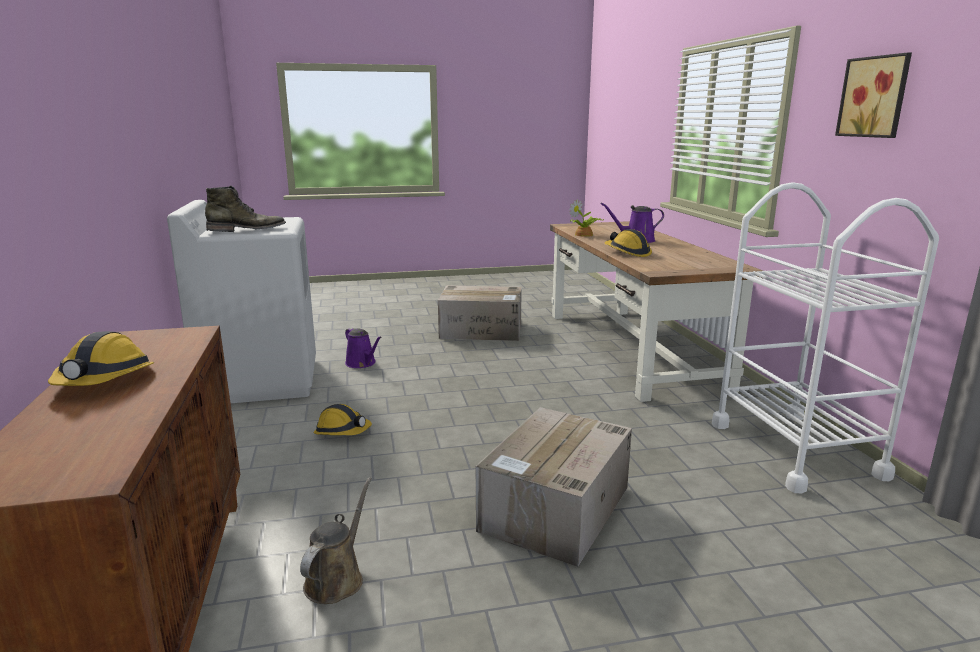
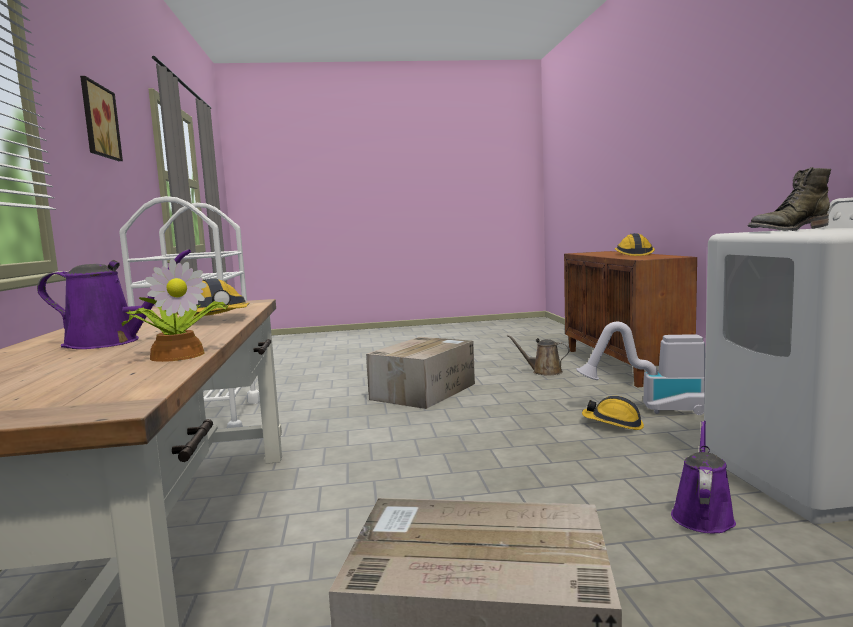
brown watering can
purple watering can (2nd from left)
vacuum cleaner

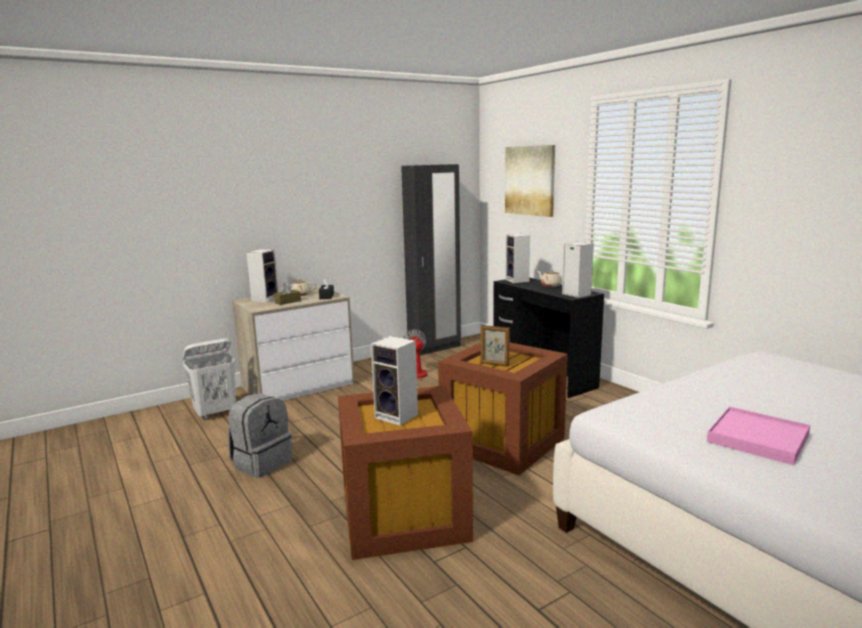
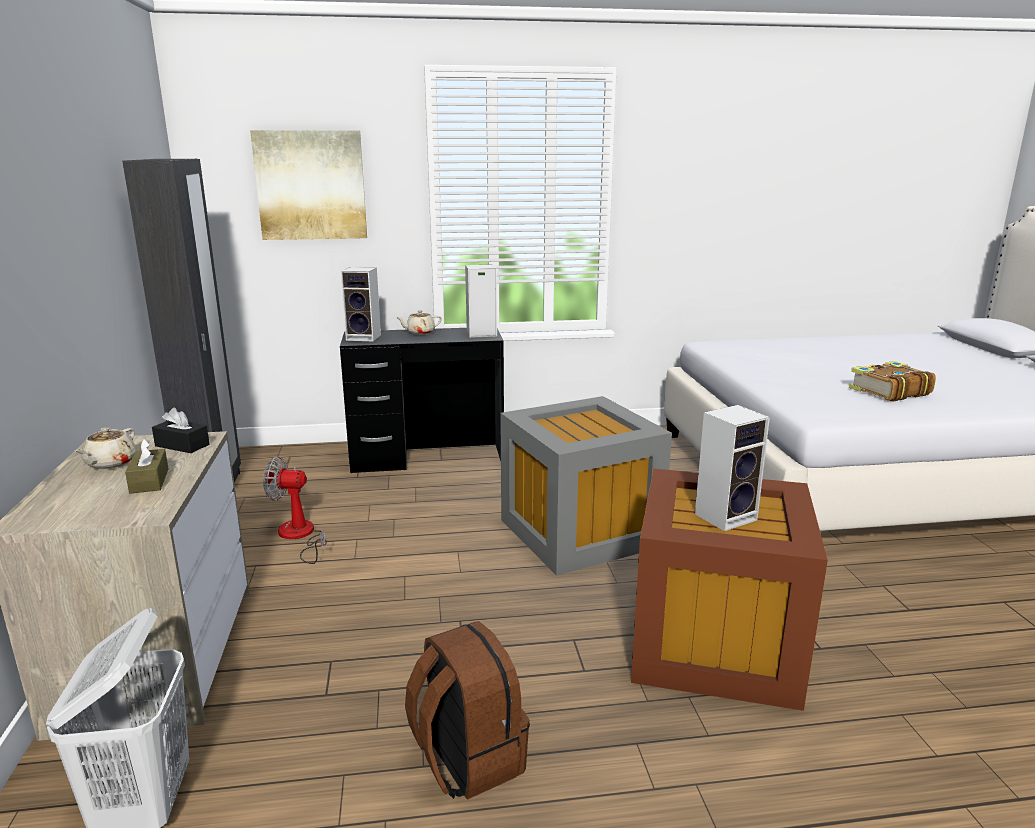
brown backpack
speaker (1st from left in the first image)
grey storage box
picture frame
book

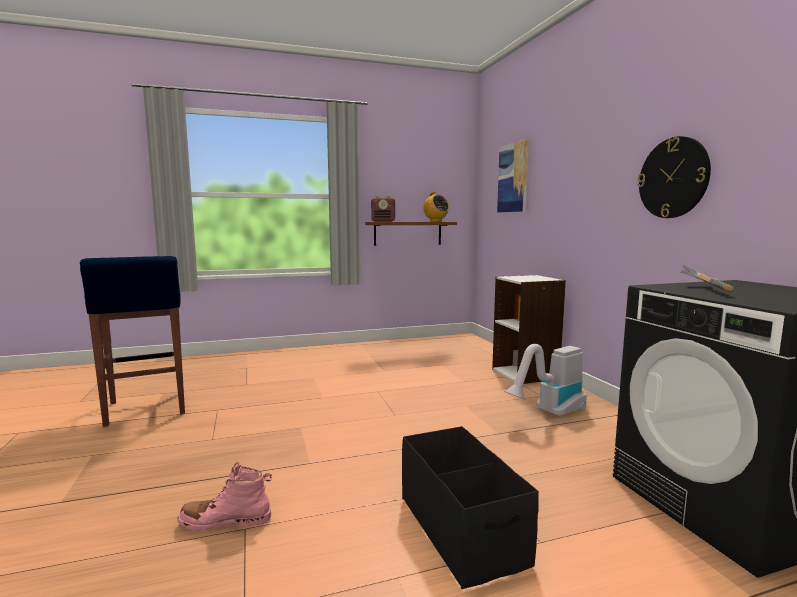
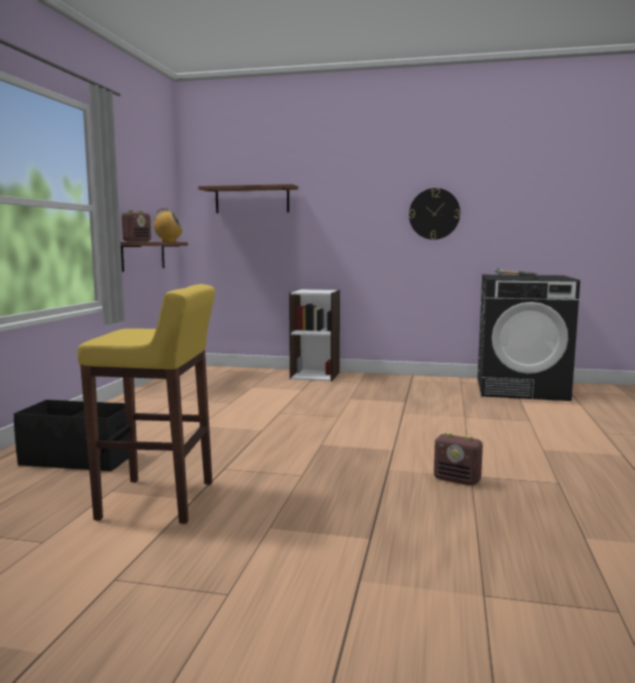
yellow stool
radio (3rd from left)
black storage box
shelf (2nd from left)
vacuum cleaner

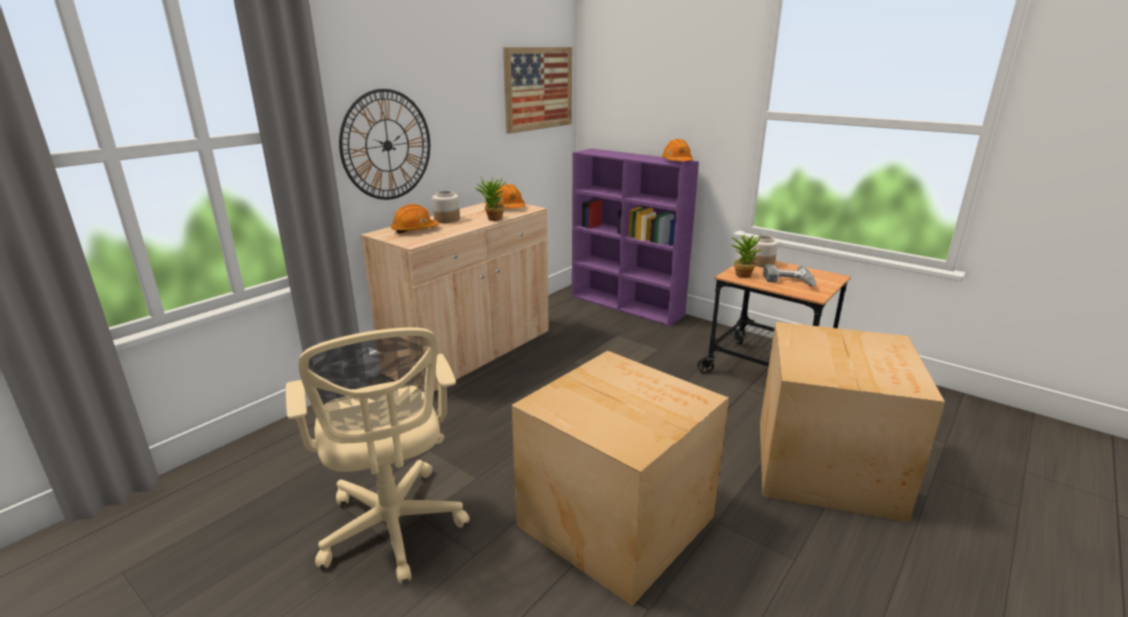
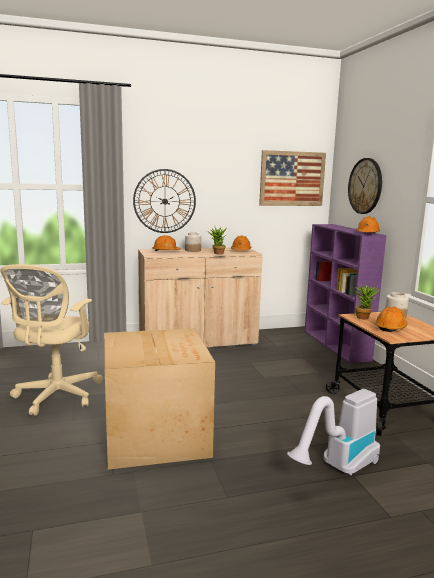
vacuum cleaner
orange hard hat (4th from left)
wall clock (2nd from left)

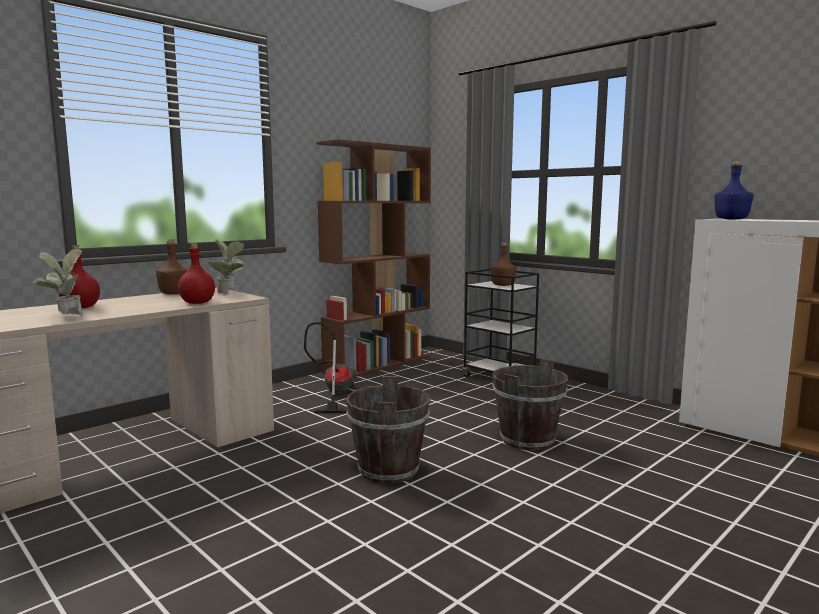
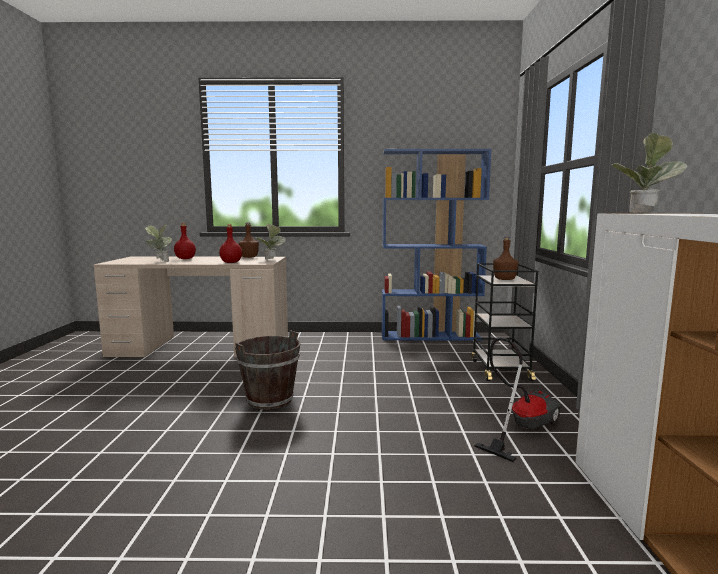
vacuum cleaner
blue bookcase
brown bucket (2nd from left in the first image)
potted plant (3rd from left)

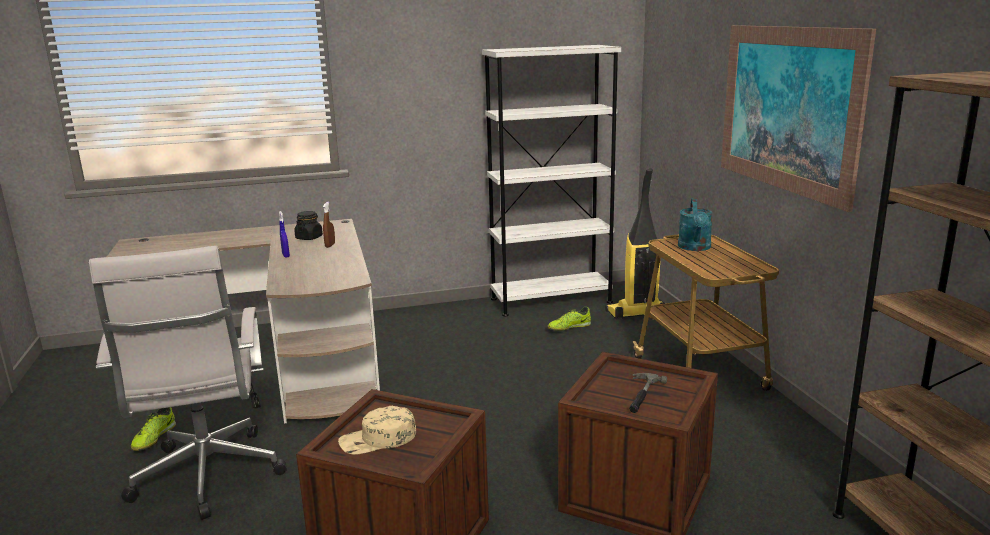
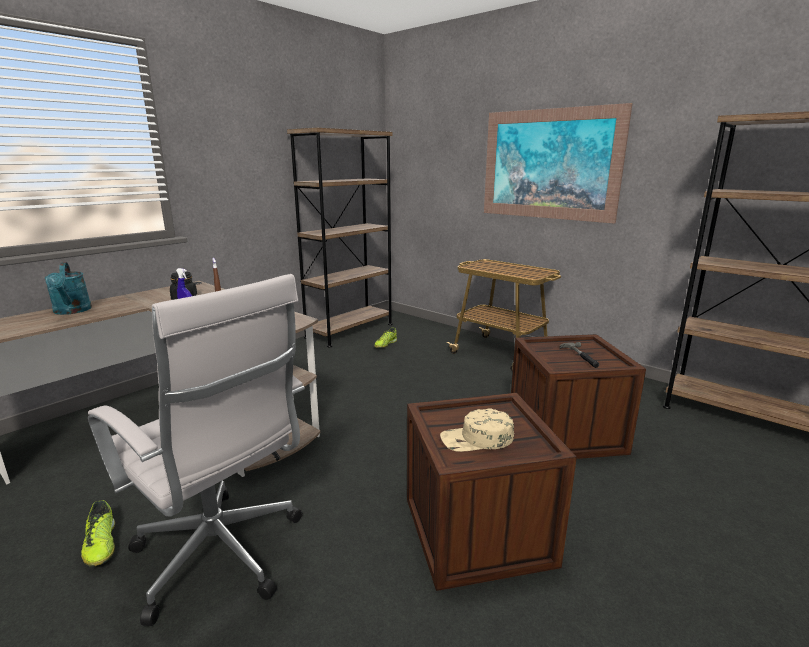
beige cap
brown bookcase (1st from left)
vacuum cleaner
turquoise watering can

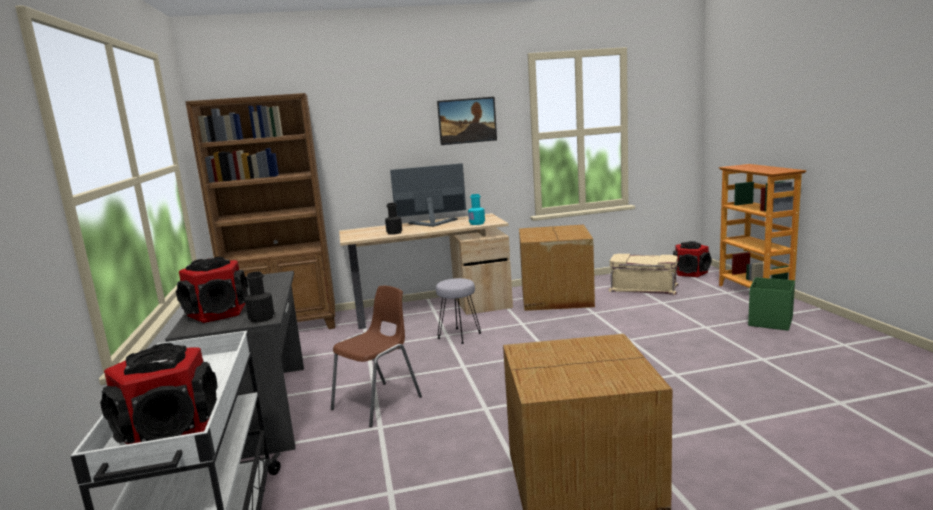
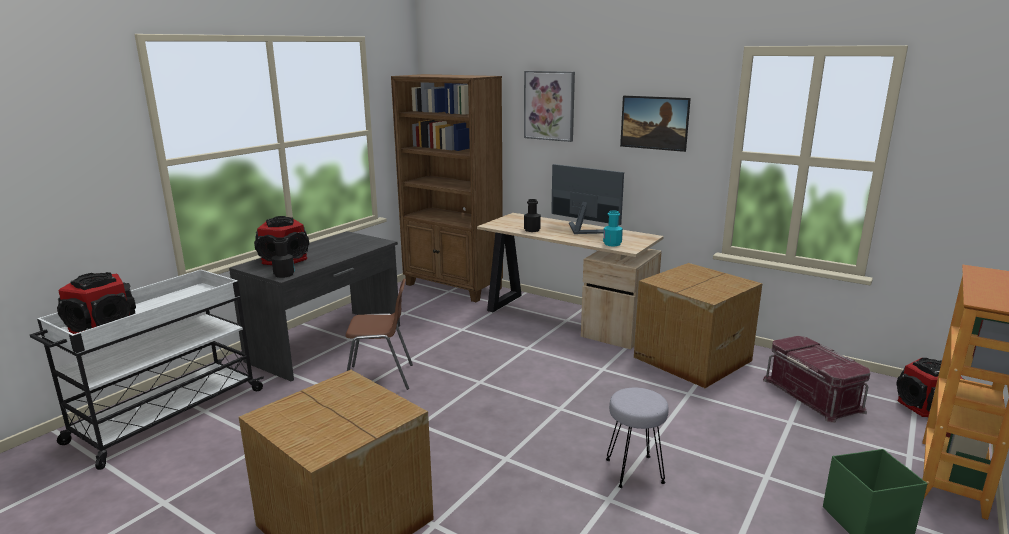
grey stool
red storage box
picture (1st from left)

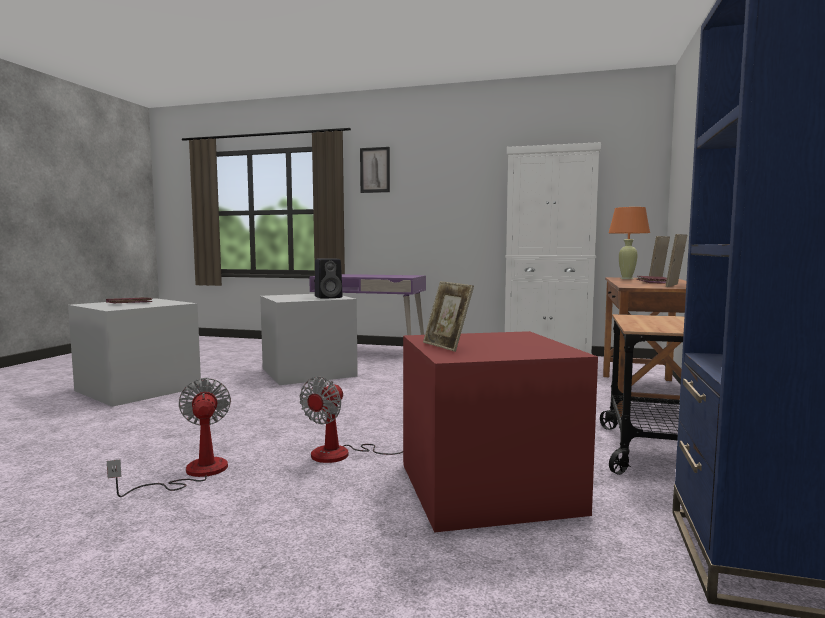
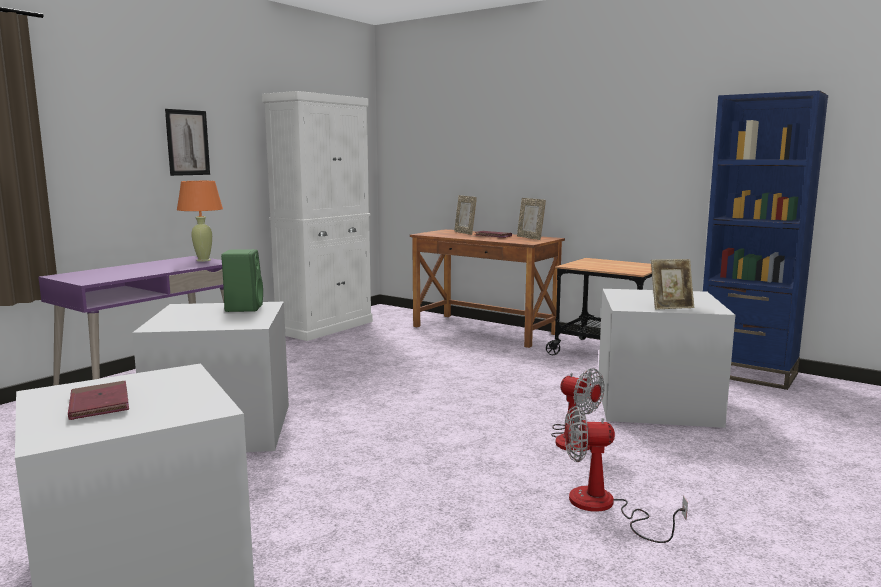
green speaker
picture
grey storage box (3rd from left)
orange table lamp

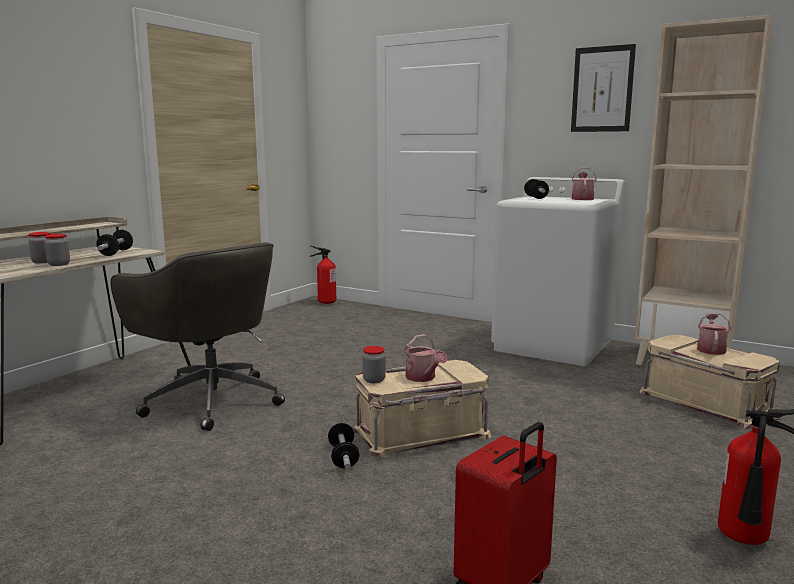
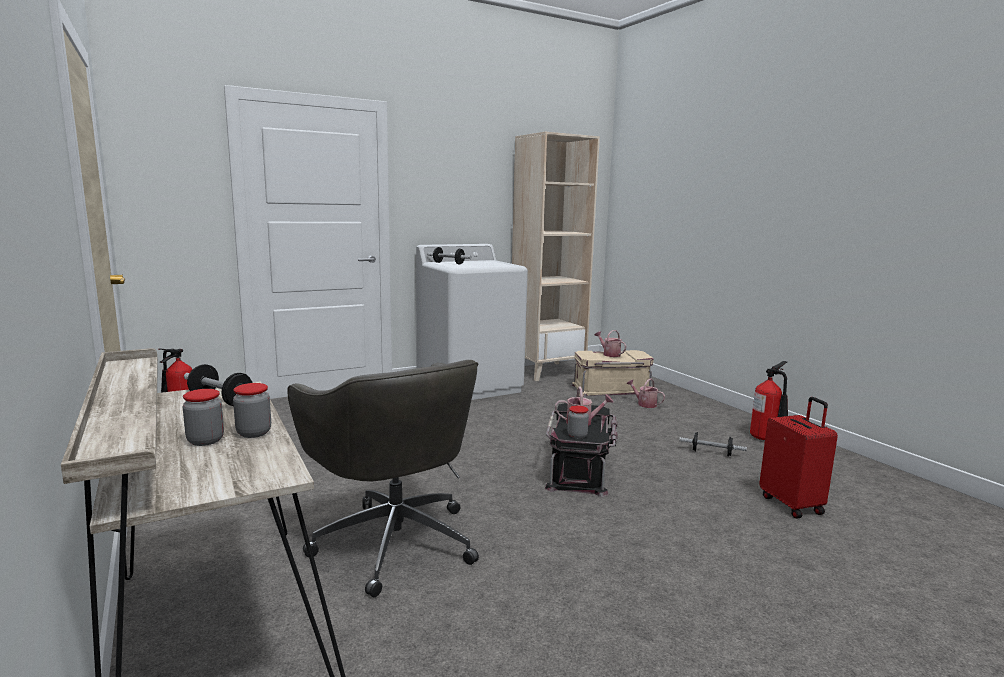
grey office chair
dumbbell (3rd from left)
black storage box
picture
watering can (3rd from left)

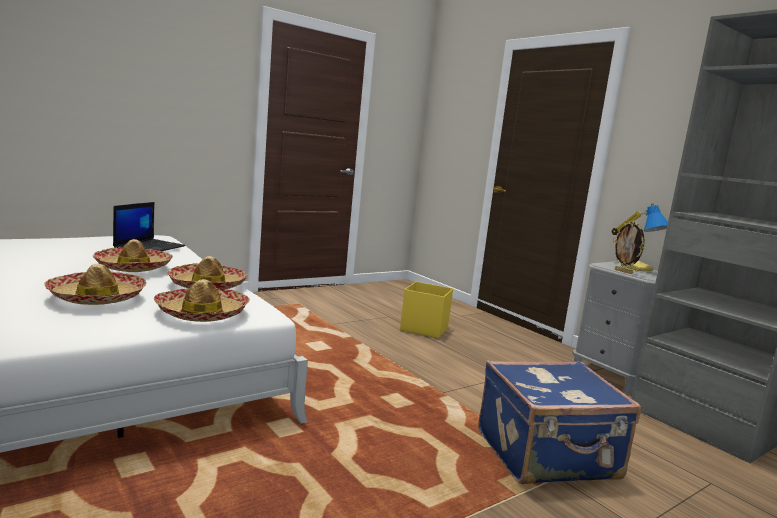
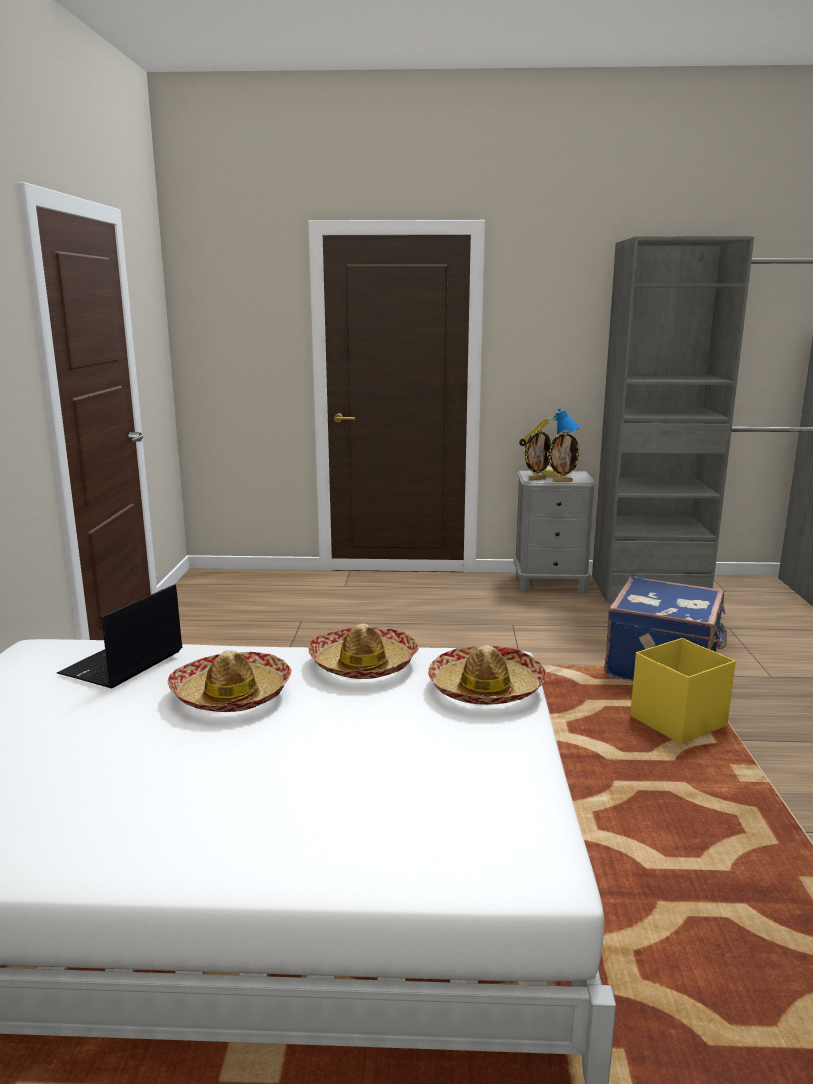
hat (1st from left in the first image)
laptop
yellow storage box
picture frame (1st from left)

